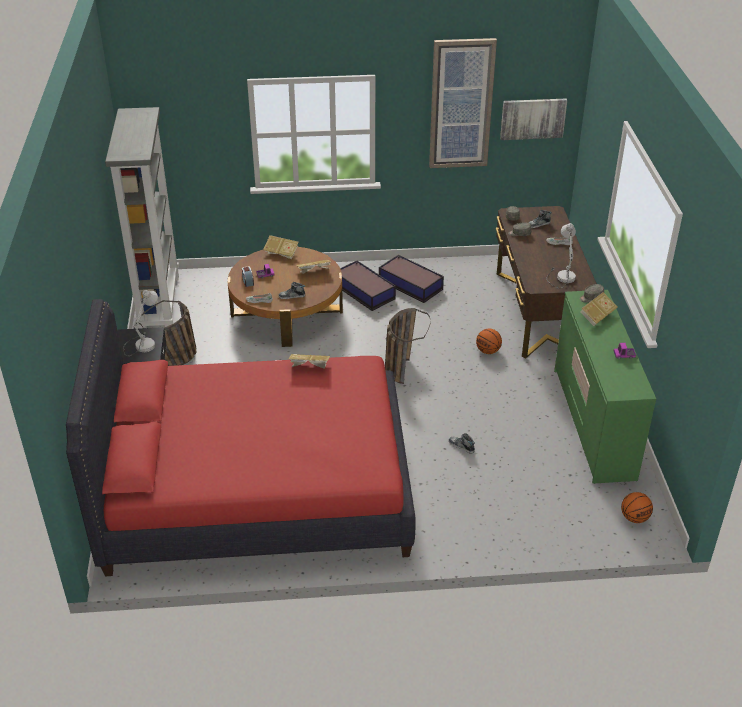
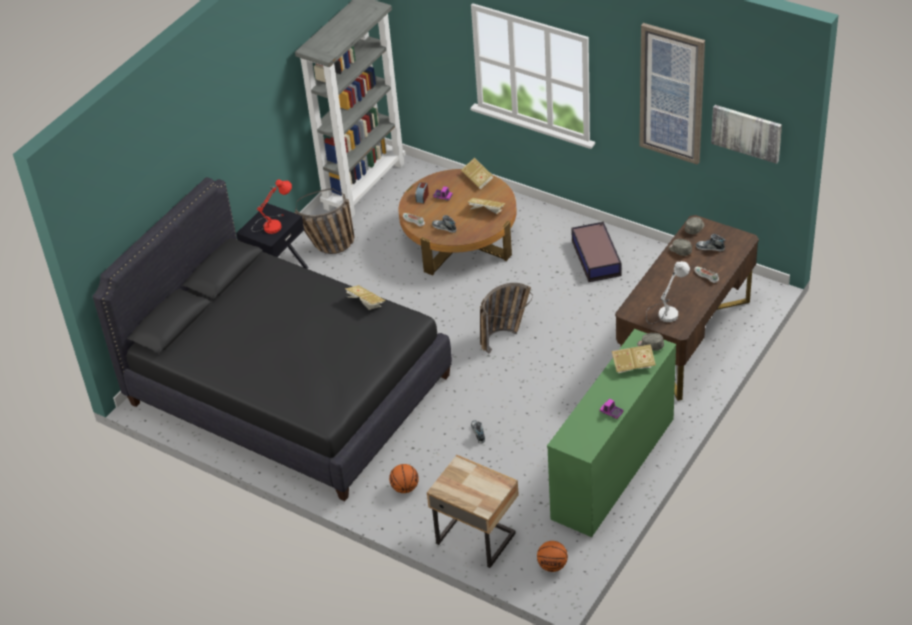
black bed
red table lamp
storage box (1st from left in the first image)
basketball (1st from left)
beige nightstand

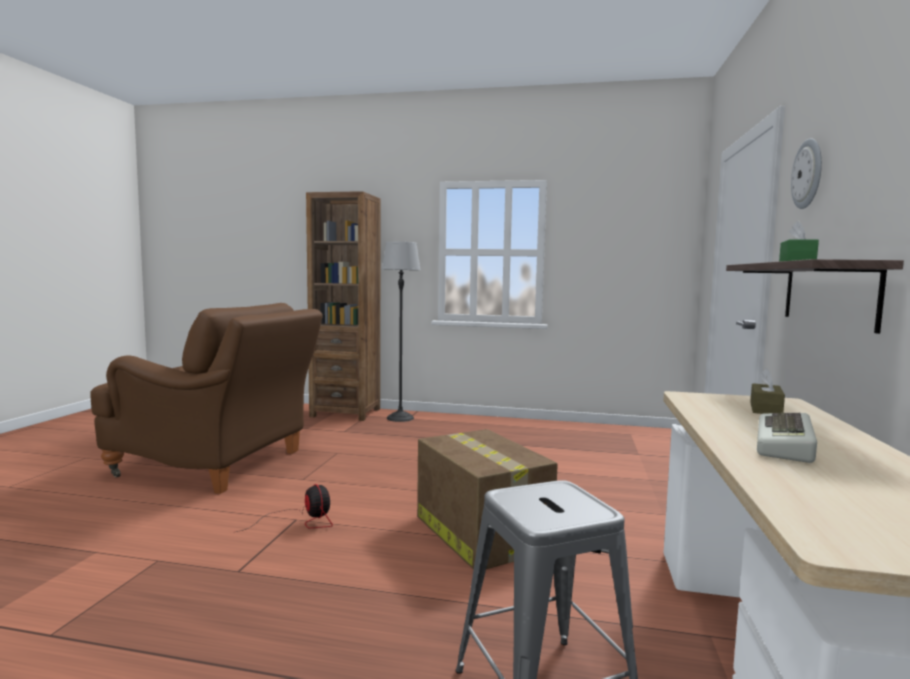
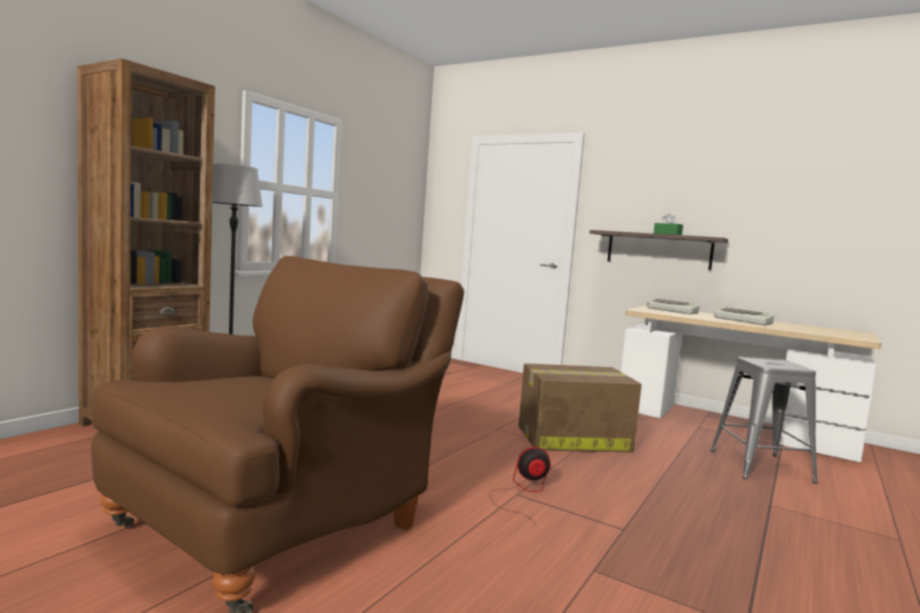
keyboard (1st from left)
wall clock

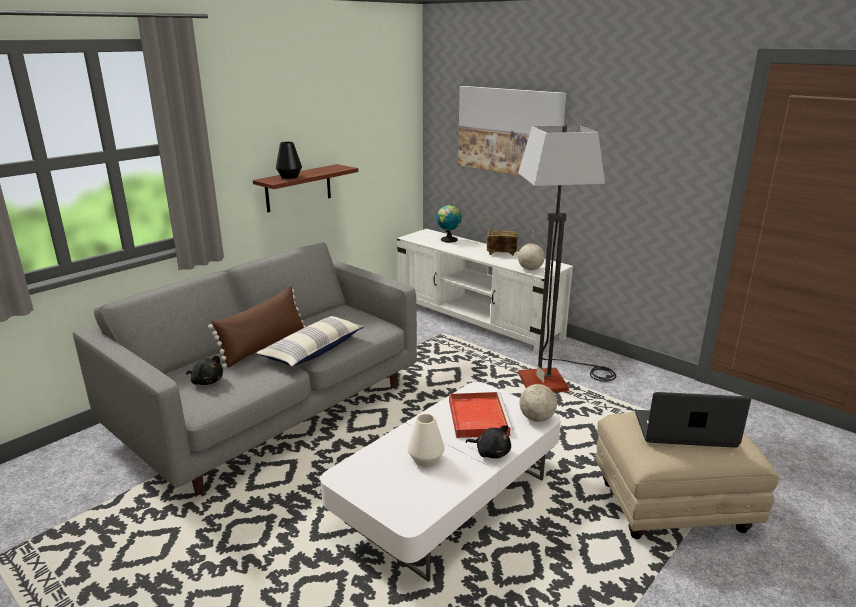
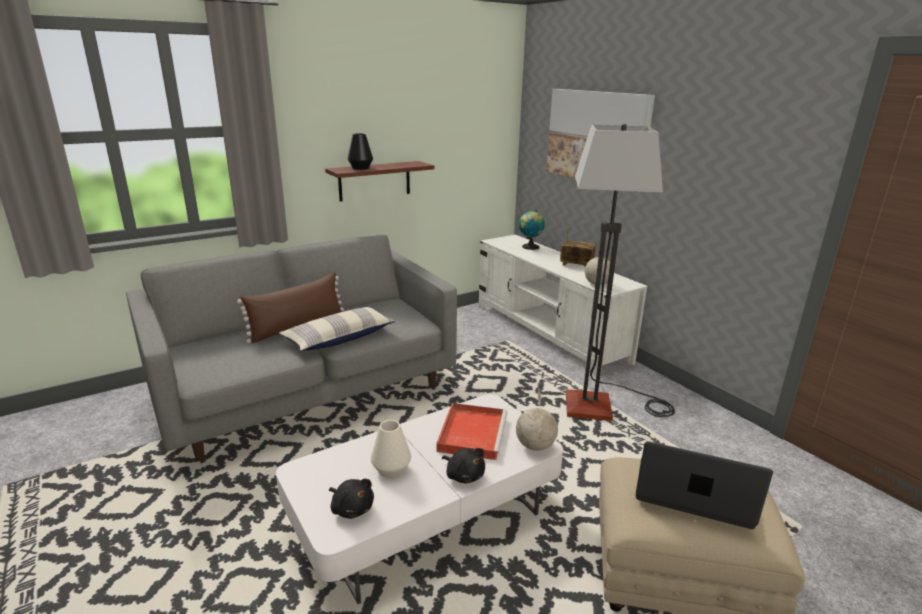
black plush toy (1st from left)

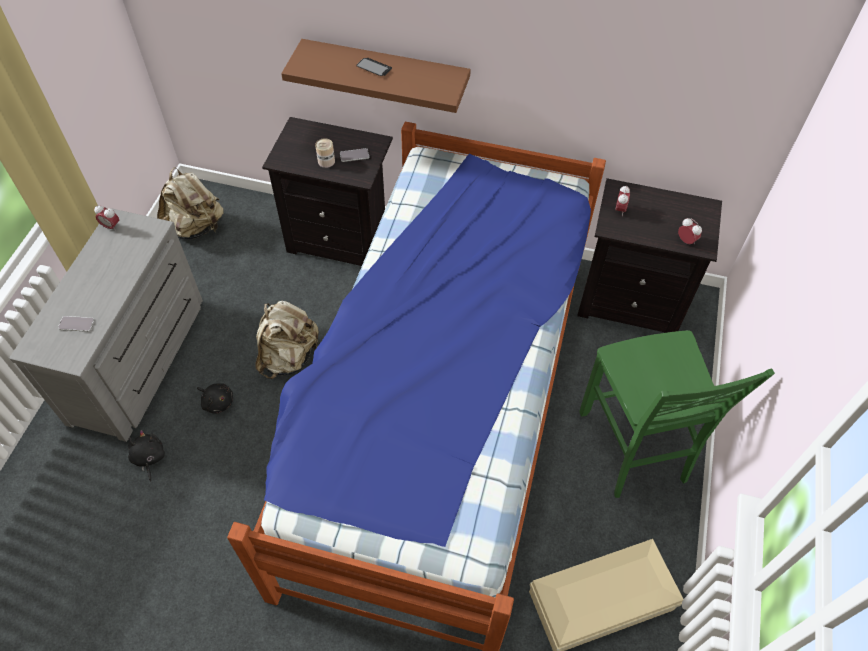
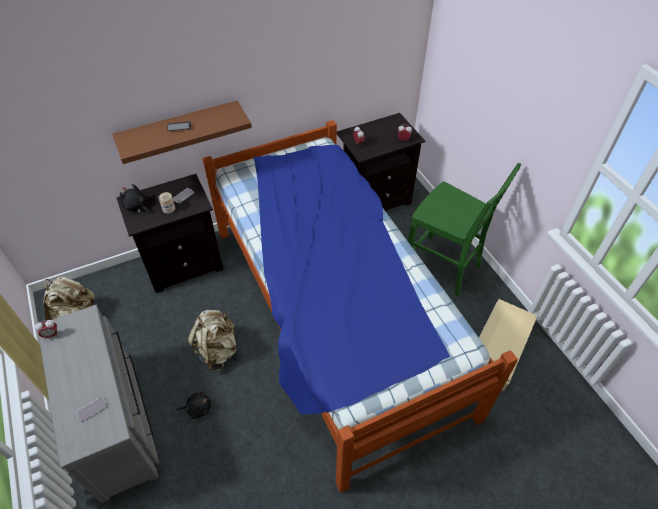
black plush toy (1st from left)

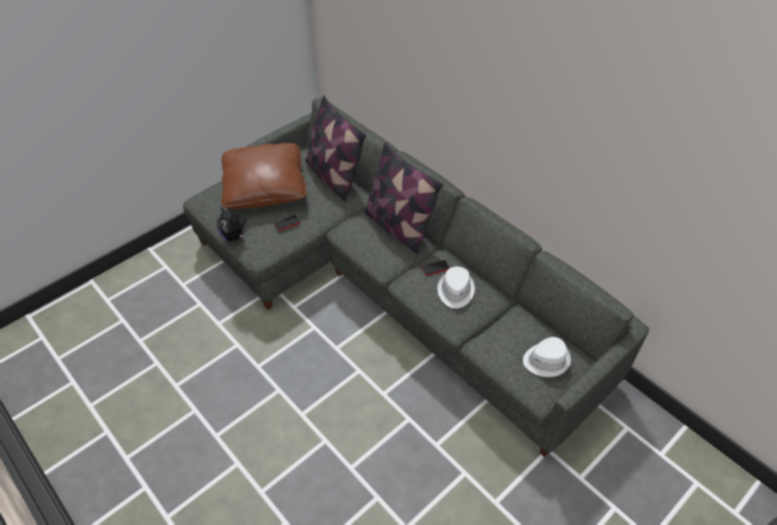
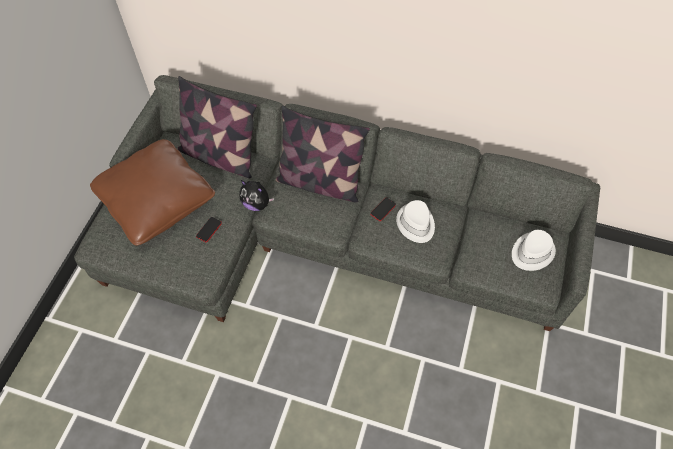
plush toy

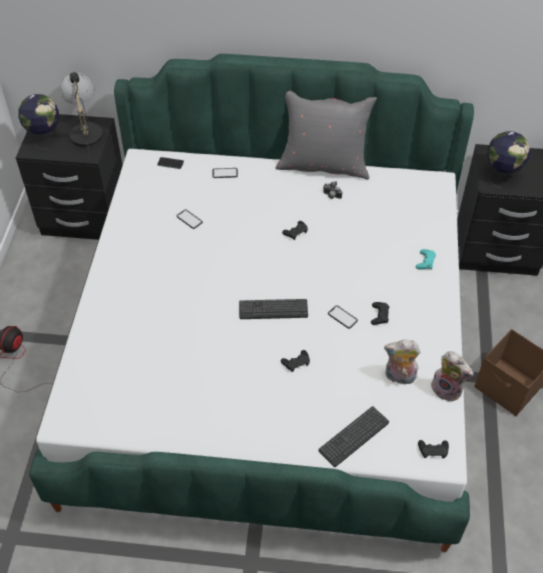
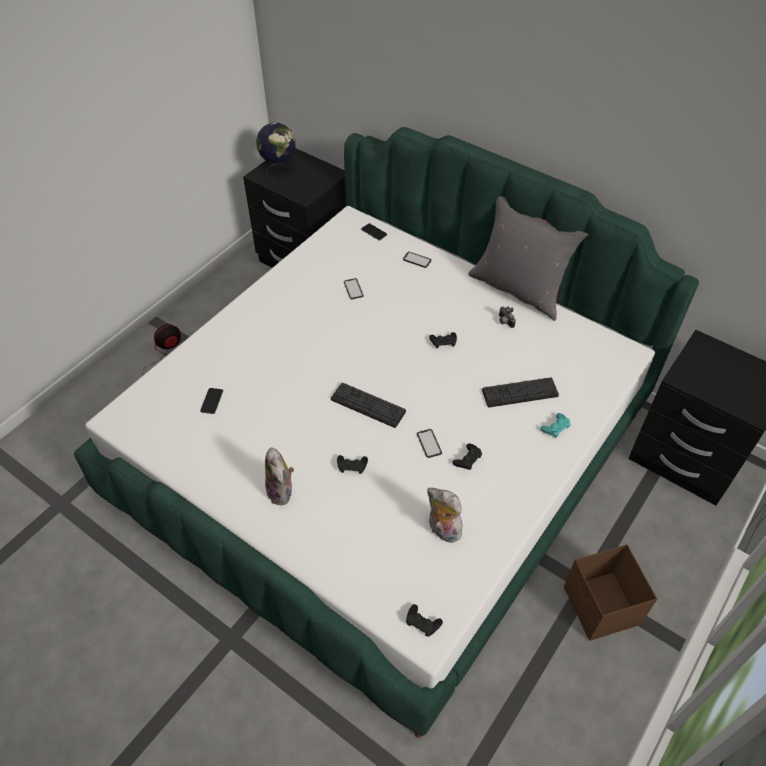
table lamp
keyboard (2nd from left)
plush toy (1st from left)
globe (2nd from left in the first image)
phone (1st from left)

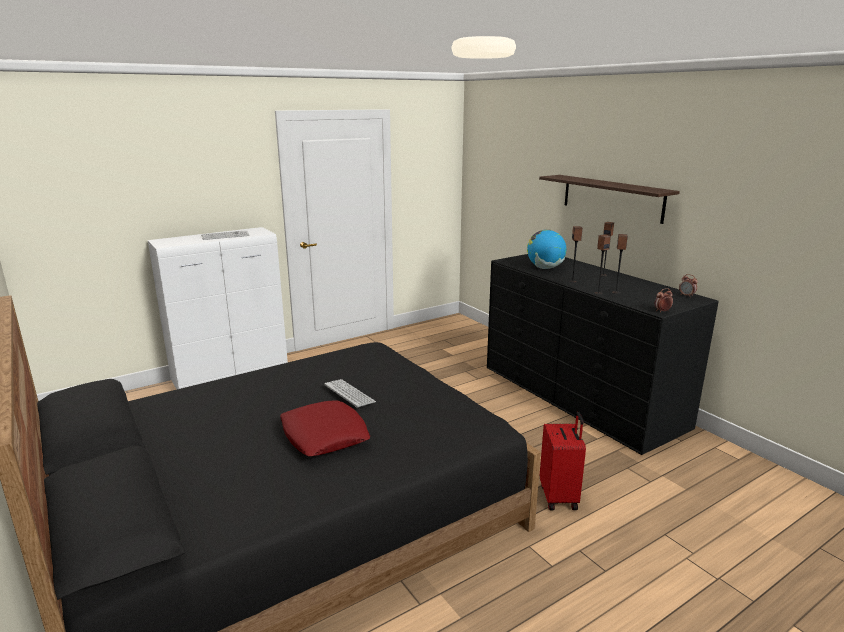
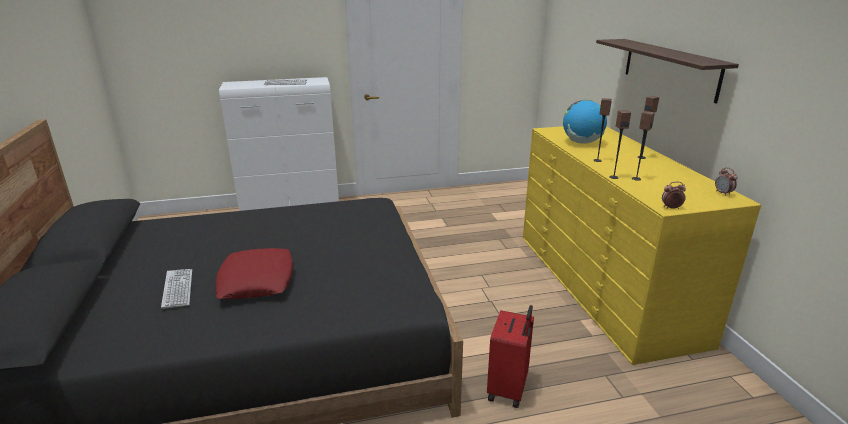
keyboard (1st from left)
yellow dresser

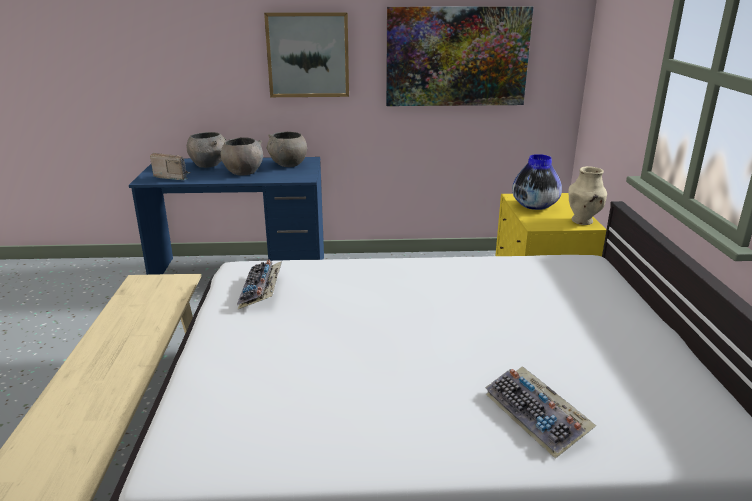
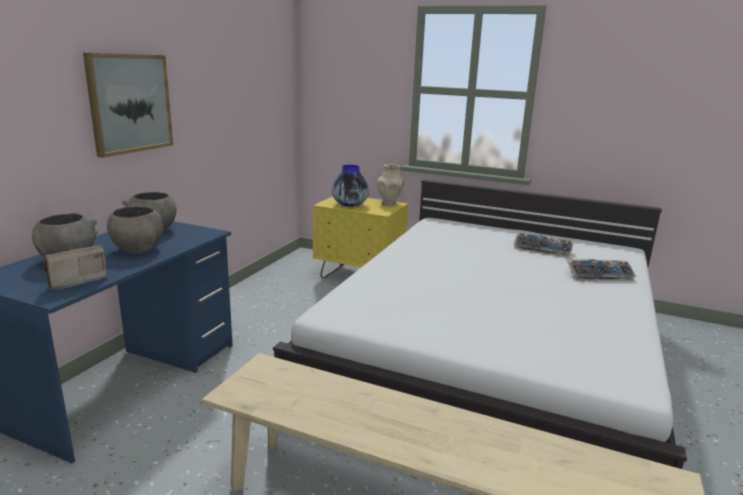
keyboard (1st from left)
picture (2nd from left in the first image)

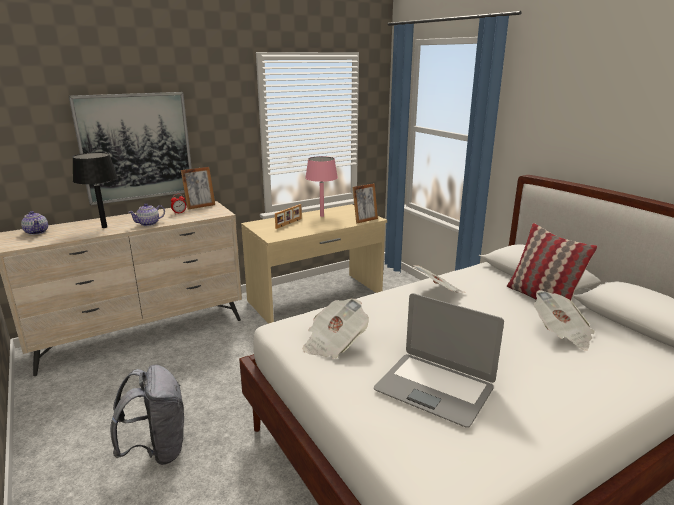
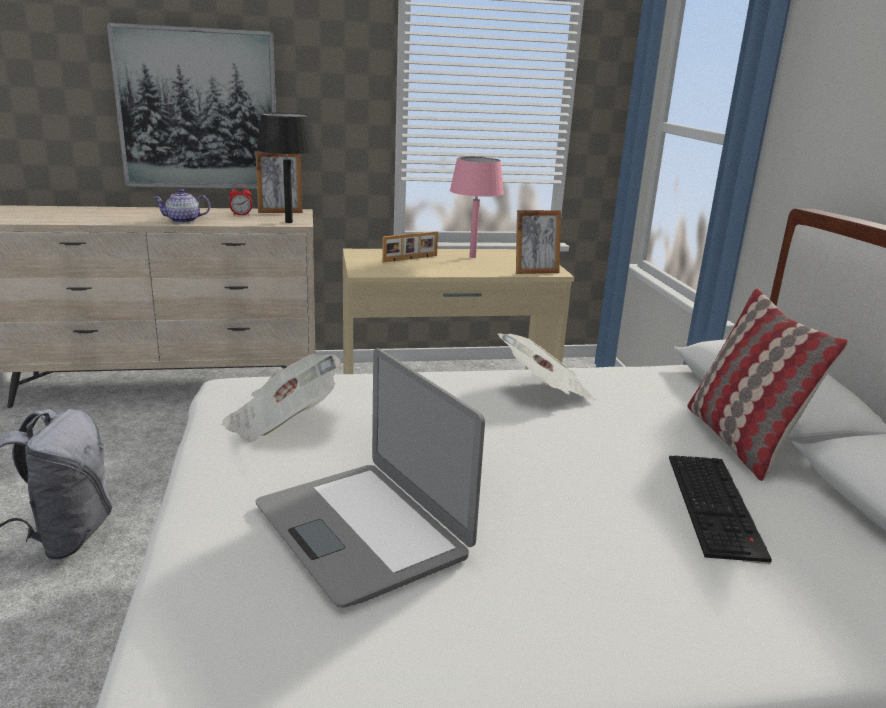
teapot (1st from left in the first image)
black table lamp
keyboard

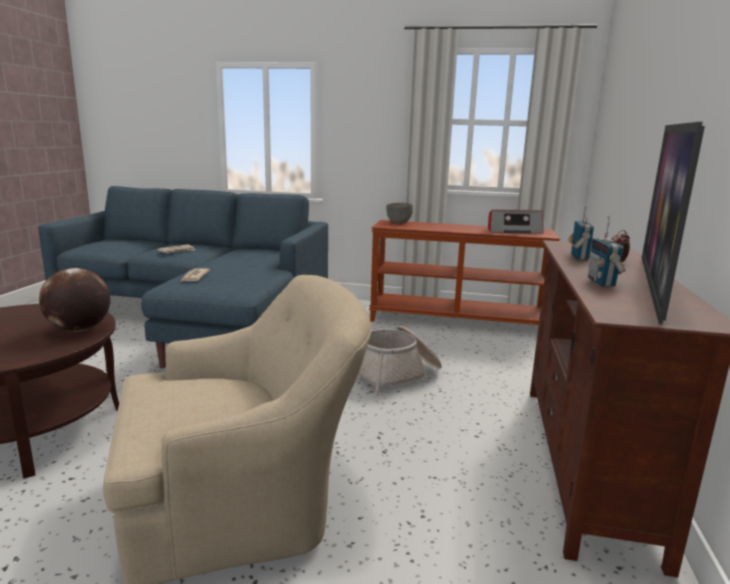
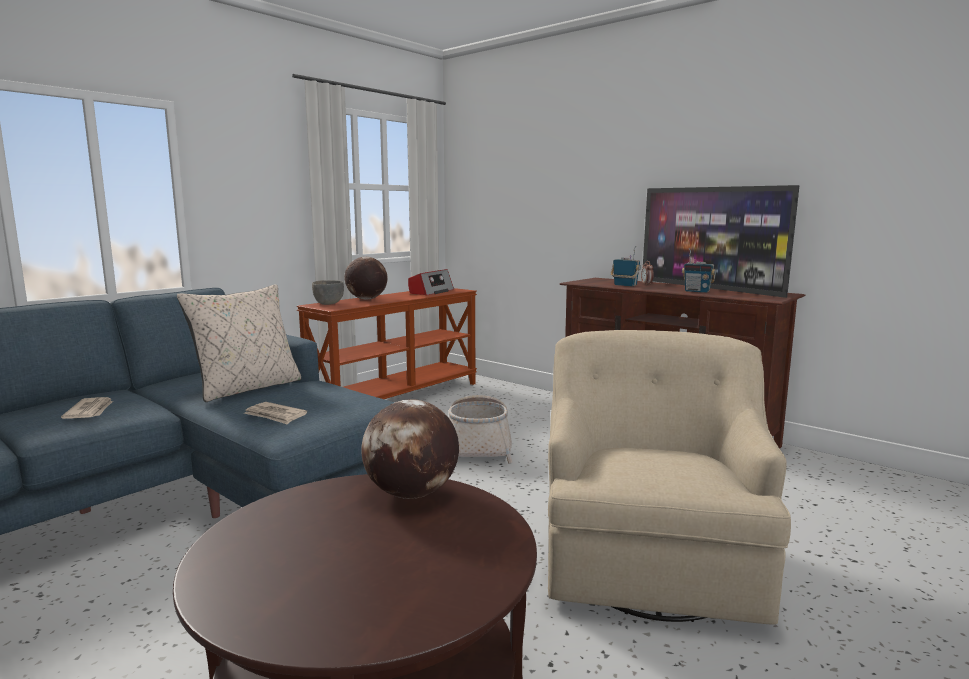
beige pillow
globe (1st from left)

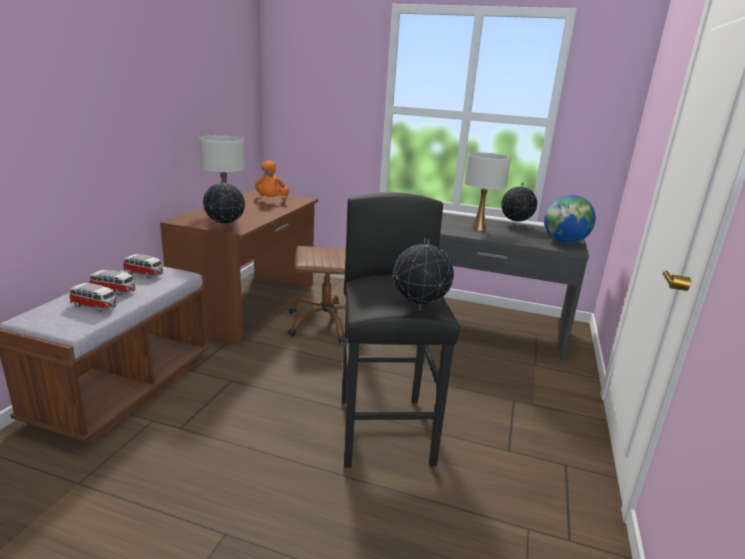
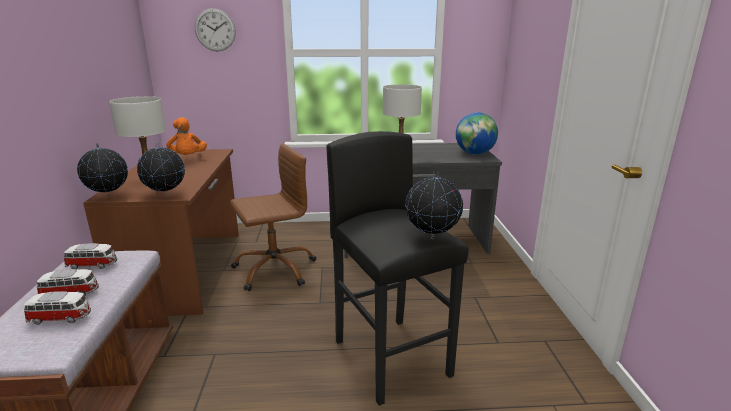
globe (1st from left)
wall clock

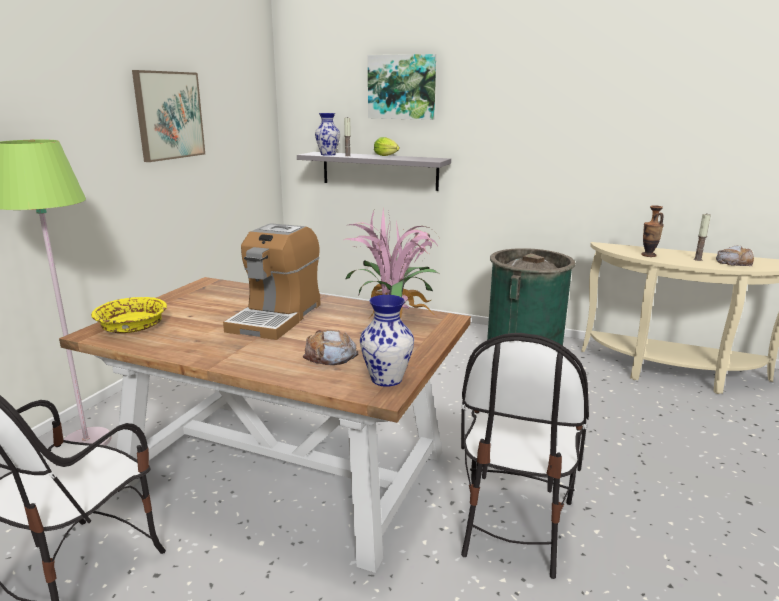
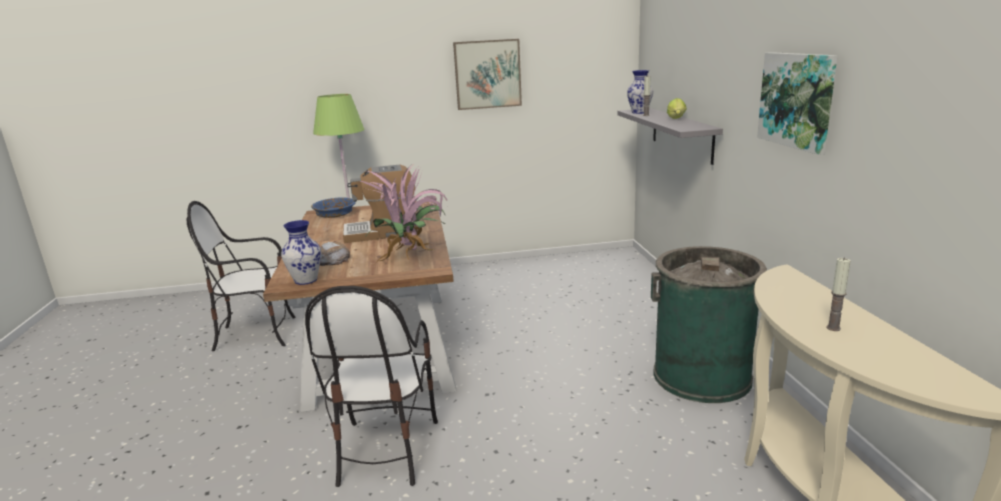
blue bowl
picture (2nd from left)
chair (2nd from left)
vase (3rd from left in the first image)
bread (2nd from left in the first image)

